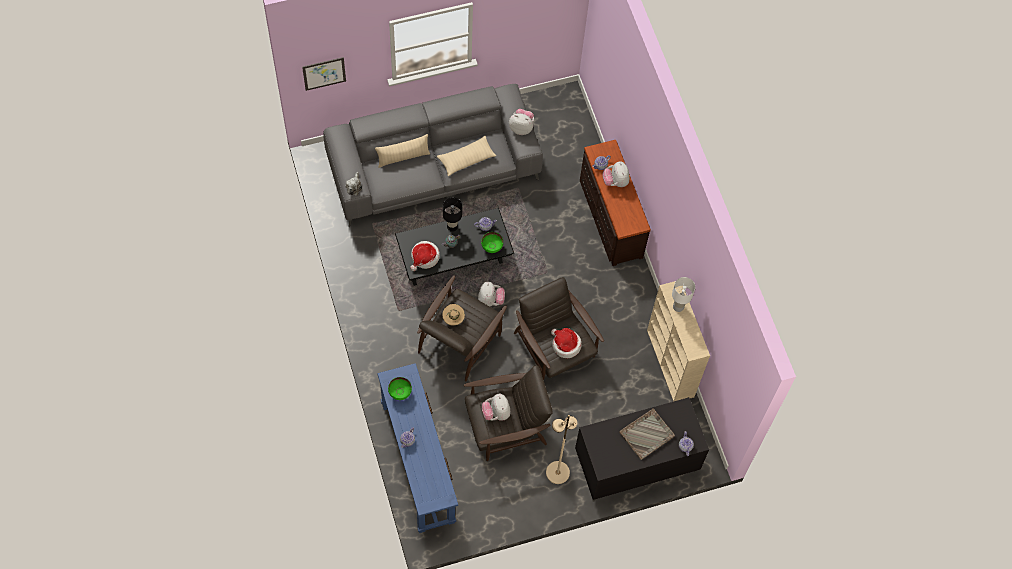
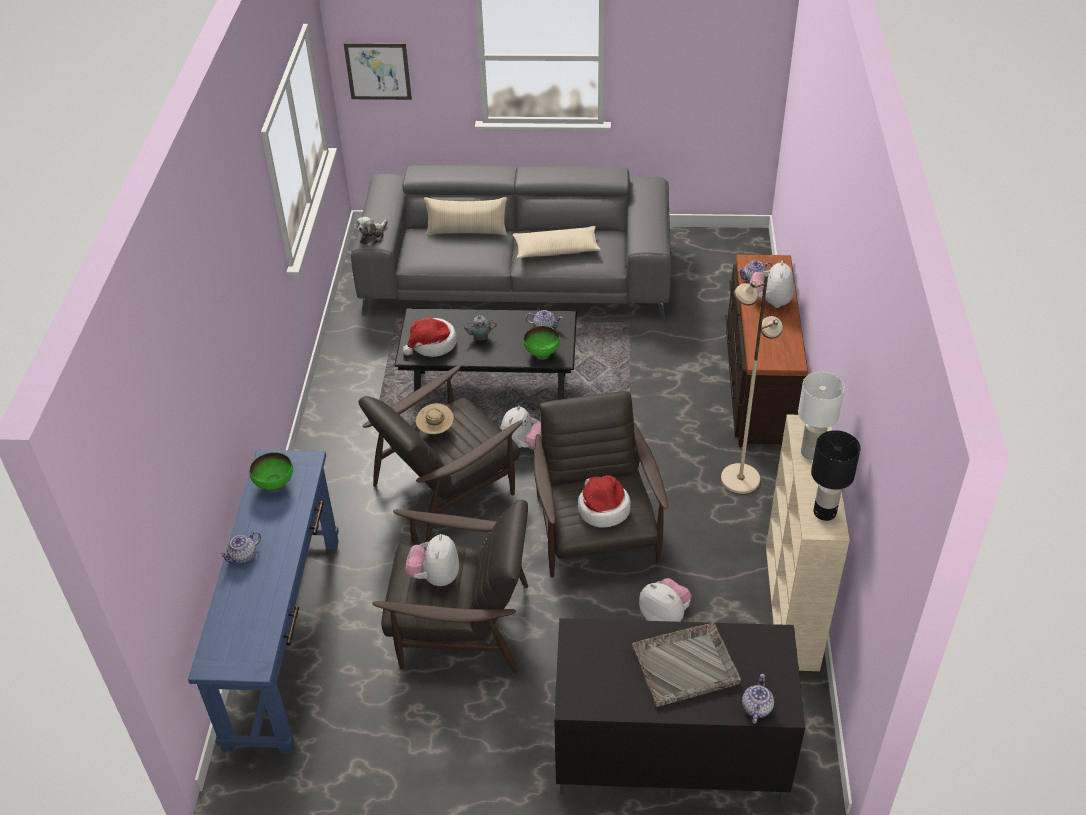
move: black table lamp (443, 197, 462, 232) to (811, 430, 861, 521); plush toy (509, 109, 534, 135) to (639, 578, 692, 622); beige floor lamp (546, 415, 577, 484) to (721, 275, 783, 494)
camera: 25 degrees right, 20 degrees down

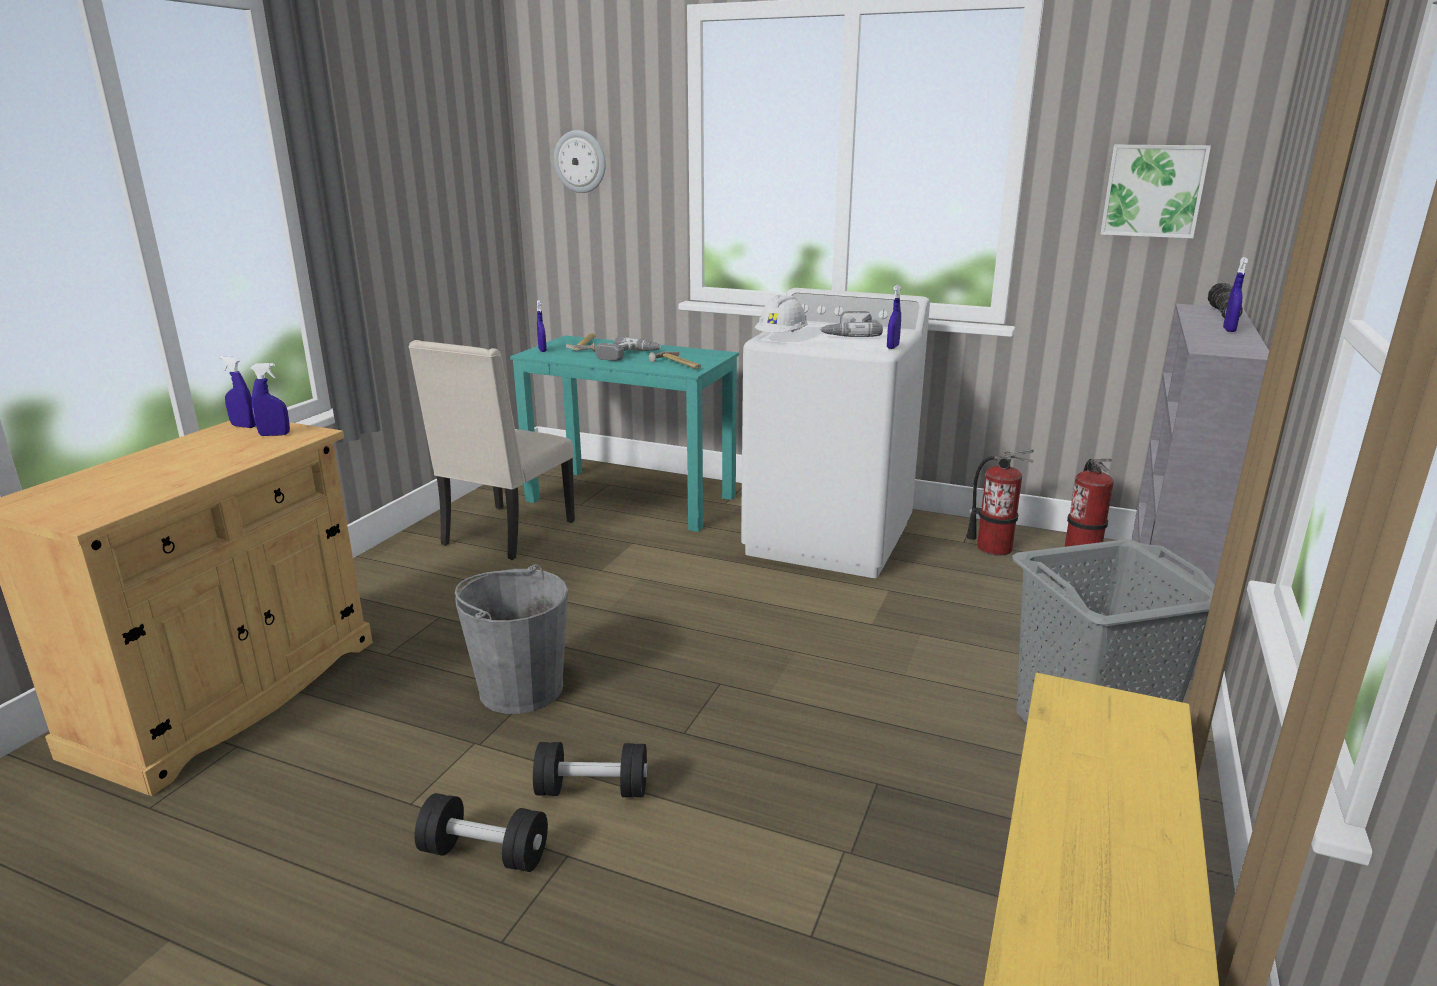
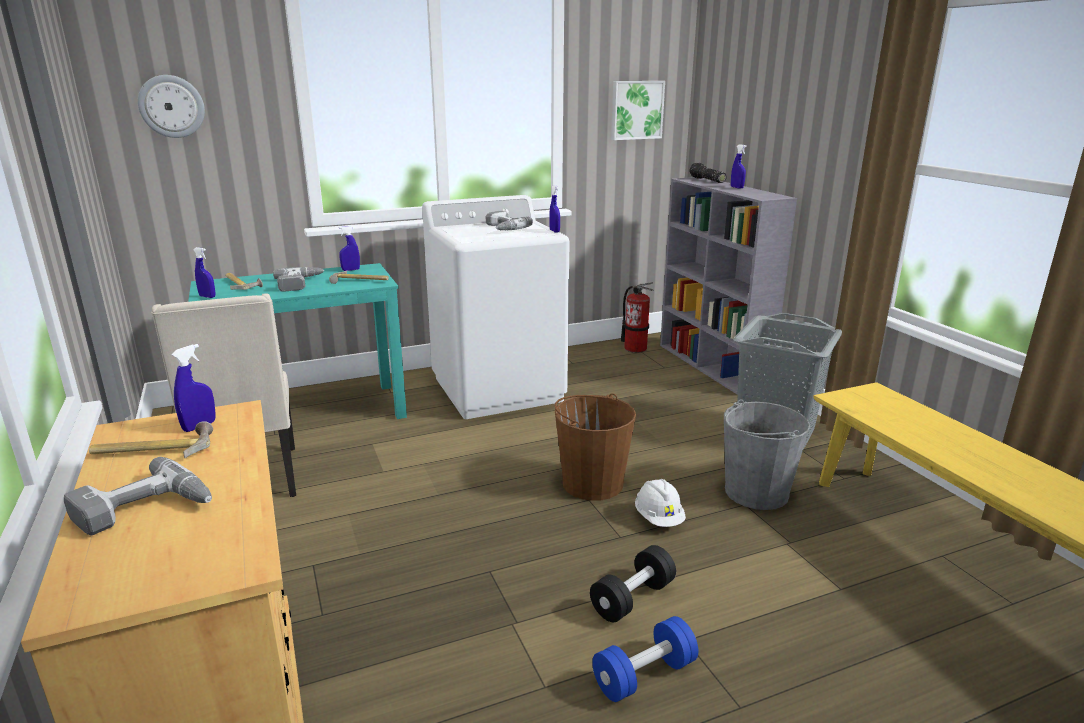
delete: fire extinguisher (967, 449, 1034, 556)
insert: power drill (64, 457, 212, 535); hammer (89, 421, 213, 458); brown bucket (555, 394, 636, 501)
move: blue spray bottle (219, 356, 256, 428) to (339, 226, 360, 271); grey bucket (455, 564, 568, 714) to (724, 399, 810, 510); white hard hat (755, 295, 808, 333) to (635, 479, 686, 527)
recolor: black dumbbell (414, 793, 548, 872) to blue dumbbell (592, 616, 698, 702)
camera: 45 degrees left, 0 degrees up

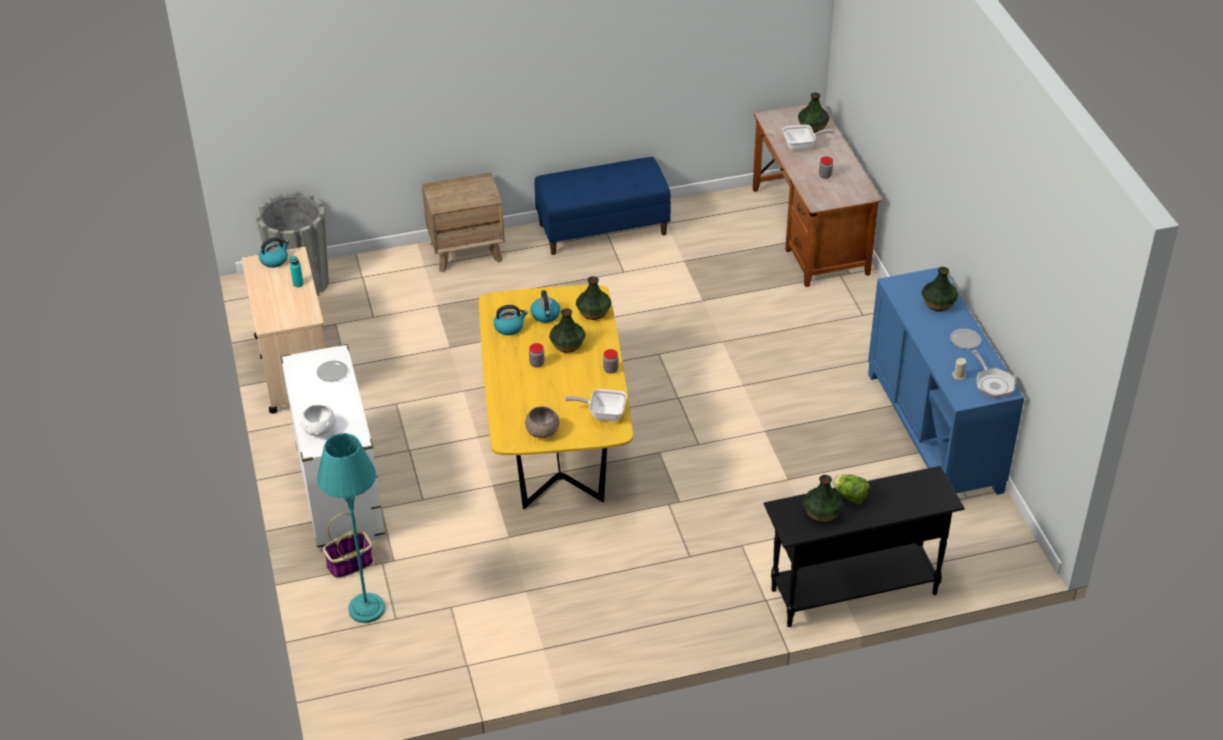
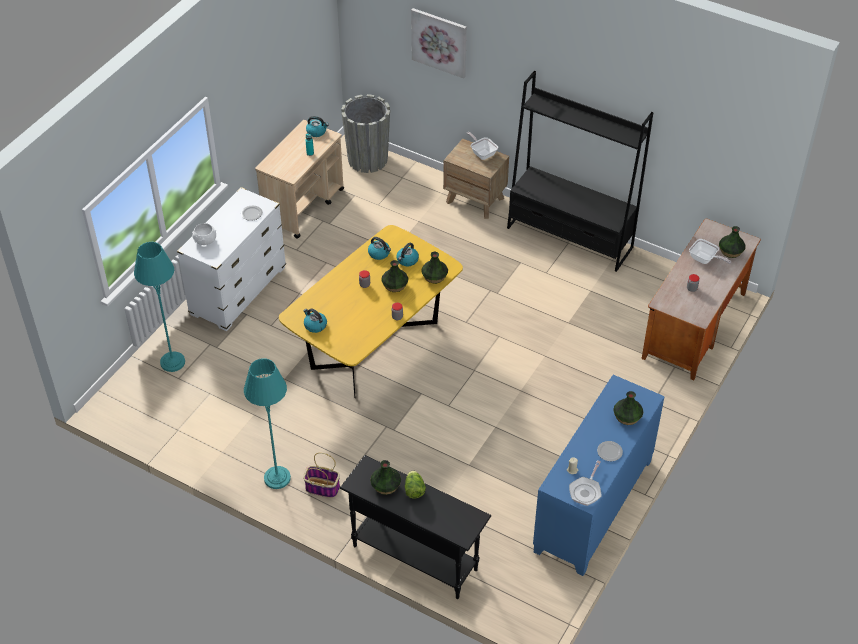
insert: turquoise floor lamp (244, 358, 291, 489); picture (411, 8, 467, 79)
move: basket (323, 513, 373, 578) to (303, 453, 340, 498); frying pan (565, 389, 627, 421) to (467, 132, 498, 160)
replace: grey bowl (525, 406, 559, 438) to kettle (303, 308, 327, 333); blue bench (534, 157, 671, 255) to black bookcase (507, 71, 653, 272)
camera: 45 degrees right, 5 degrees up

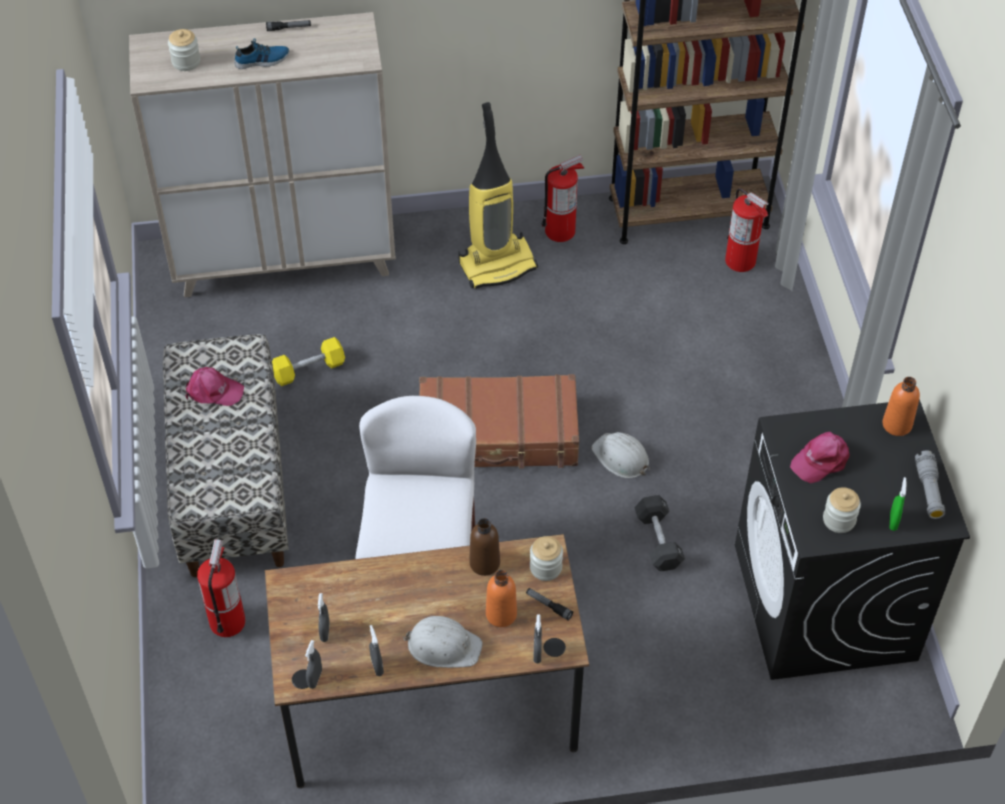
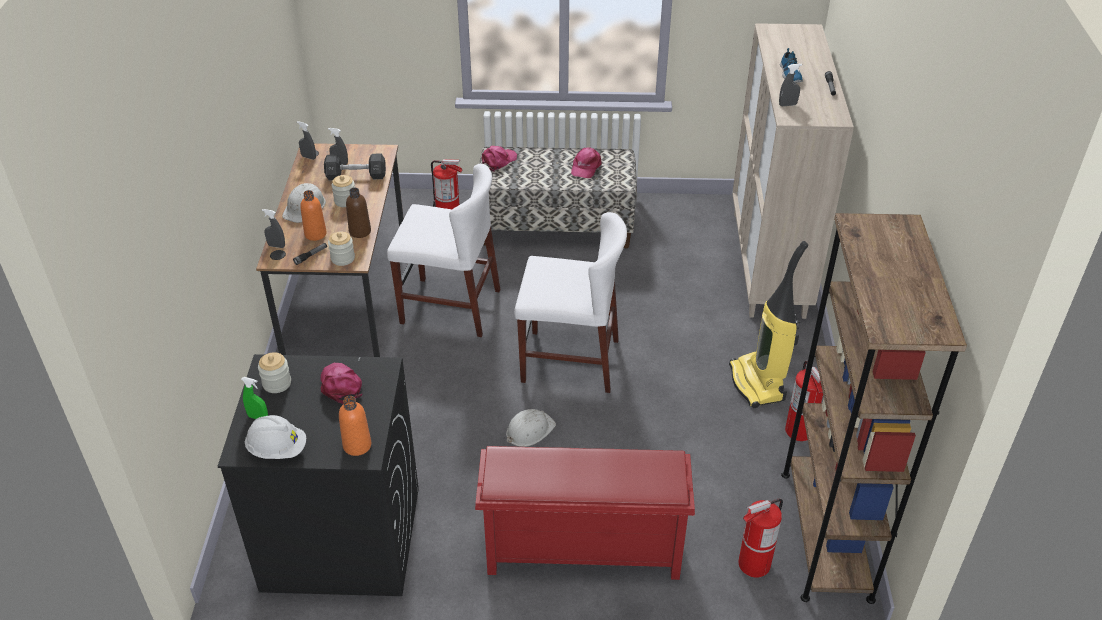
delete: yellow dumbbell (272, 337, 345, 386)
insert: red shoe rack (475, 446, 695, 580); pink cap (482, 146, 517, 172)
move: jar (168, 29, 201, 71) to (331, 175, 355, 207); grey spray bottle (369, 625, 384, 676) to (779, 64, 802, 106); black dumbbell (634, 495, 685, 571) to (324, 154, 386, 180)
replace: brown suitcase (419, 374, 579, 469) to white chair (514, 212, 627, 393); grey flashlight (915, 450, 945, 519) to white hard hat (245, 415, 306, 459)
camera: 100 degrees right, 10 degrees down

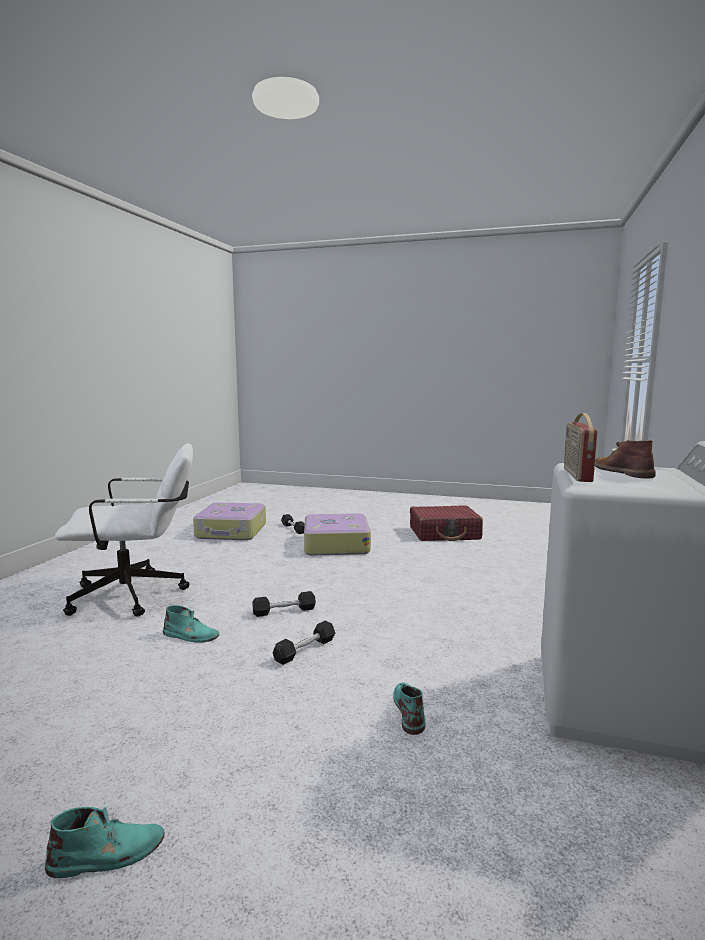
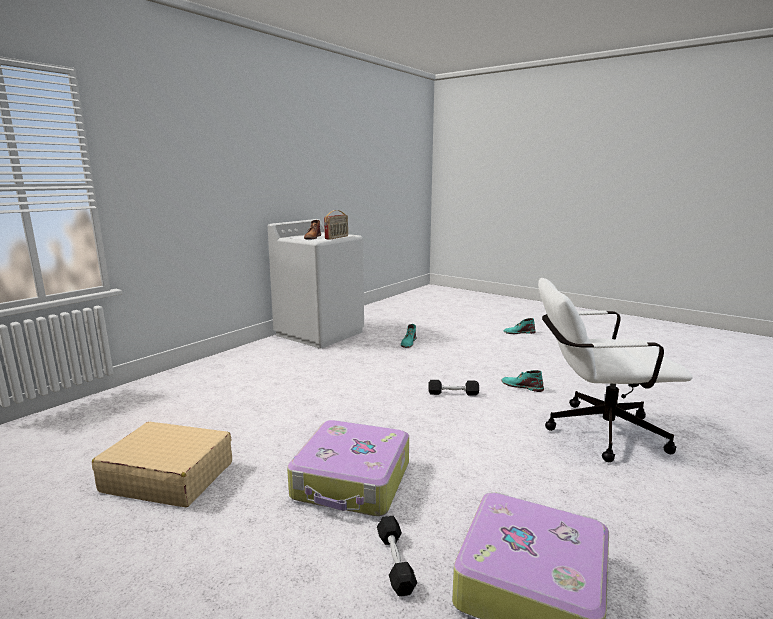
delete: black dumbbell (273, 621, 335, 665)
recolor: red suitcase (410, 505, 483, 541) to beige suitcase (92, 422, 232, 507)
camera: 160 degrees left, 5 degrees up

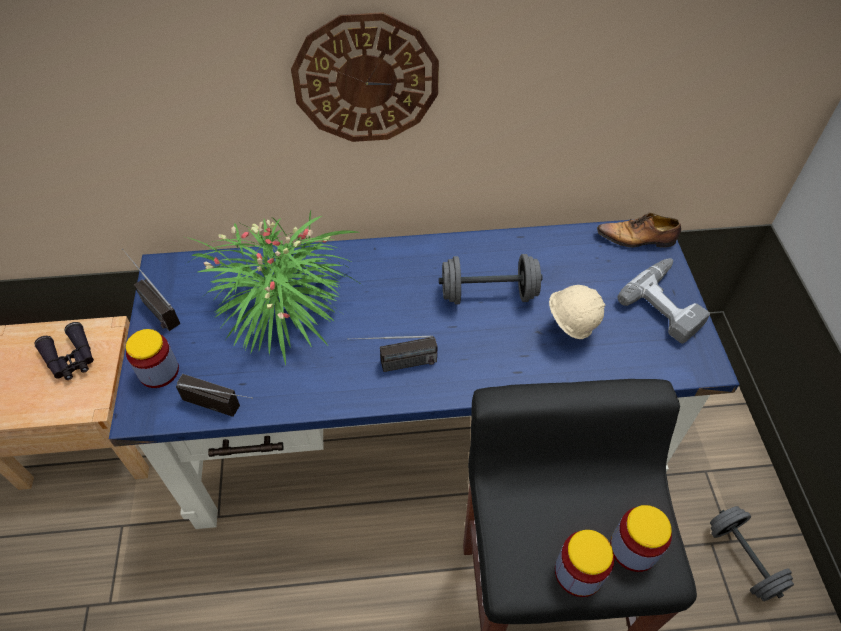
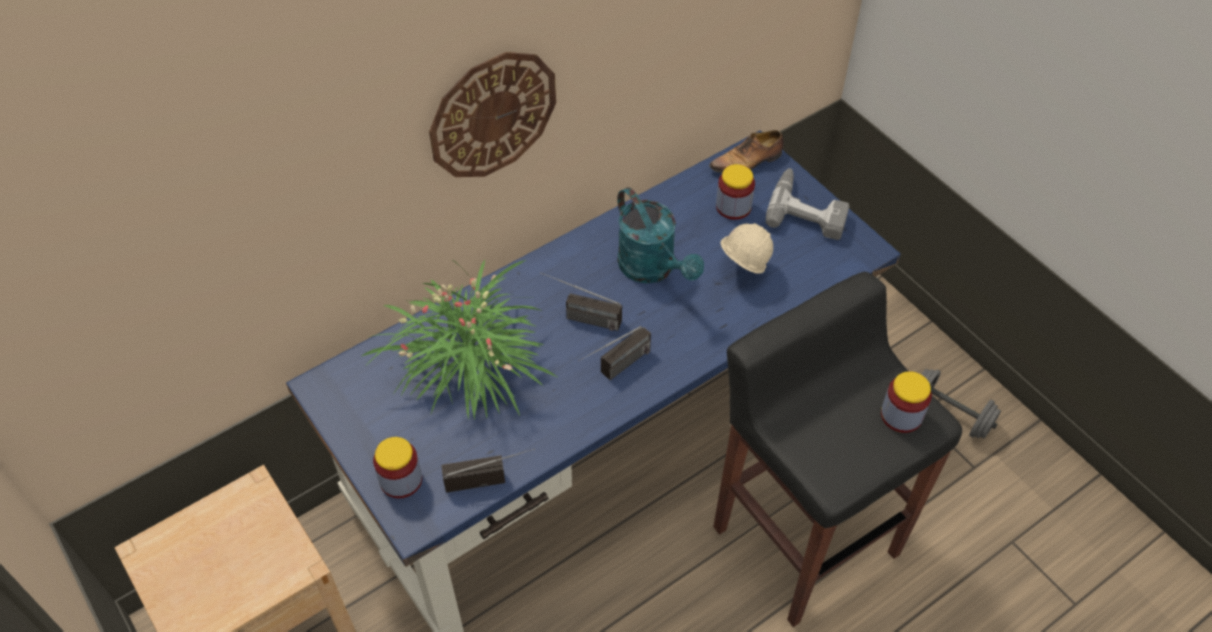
delete: black binoculars (34, 322, 94, 380)
move: radio (122, 249, 180, 331) to (540, 272, 622, 331); jar (555, 530, 614, 597) to (716, 164, 755, 220)
replace: grey dumbbell (439, 254, 543, 304) to turquoise watering can (617, 187, 704, 284)
camera: 30 degrees left, 0 degrees up

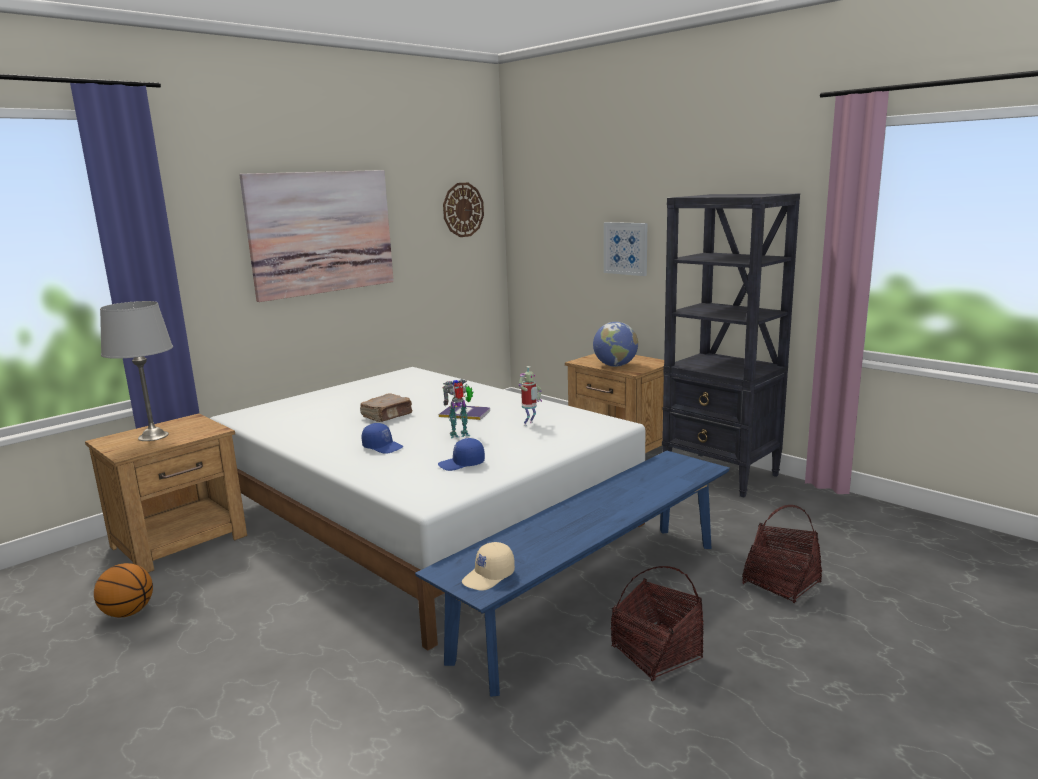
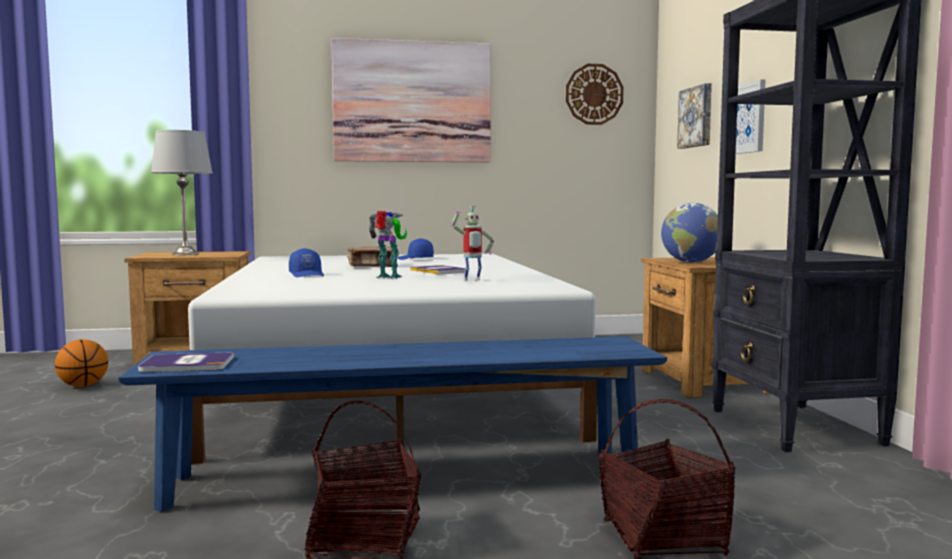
insert: picture (677, 83, 712, 149)
move: blue cap (438, 438, 485, 471) to (398, 238, 434, 260)
replace: beige cap (462, 542, 515, 591) to book (138, 352, 234, 372)
camera: 35 degrees right, 10 degrees down

